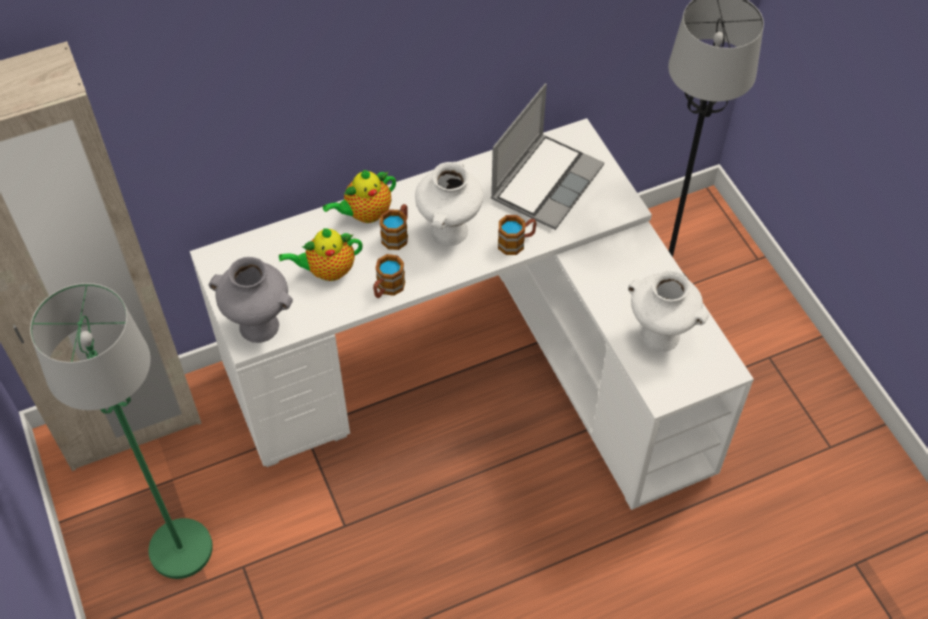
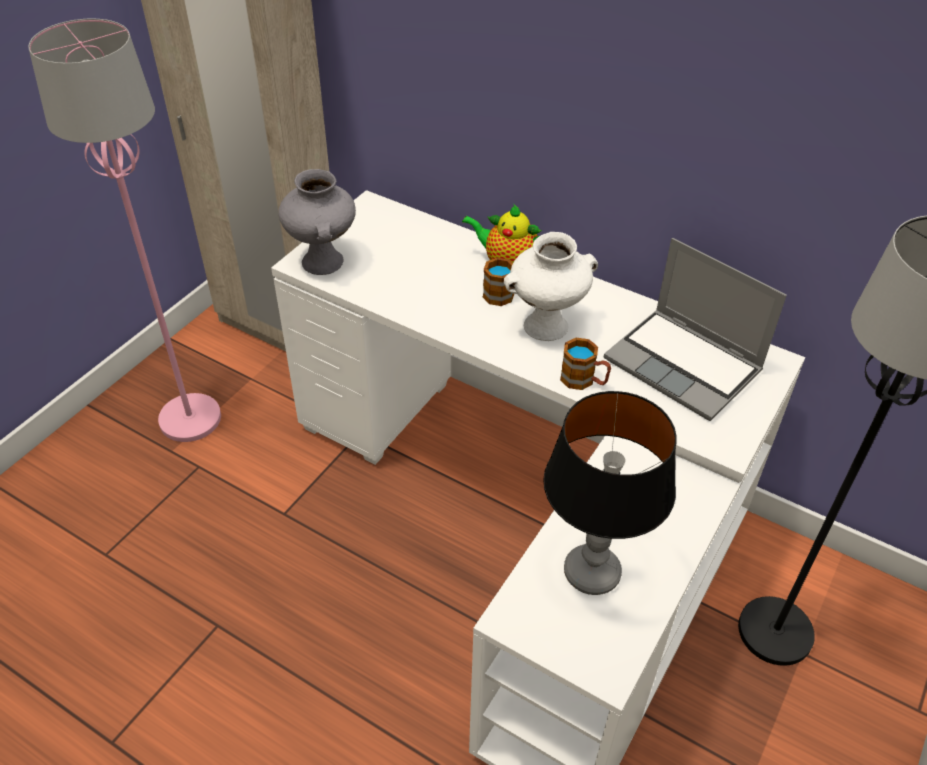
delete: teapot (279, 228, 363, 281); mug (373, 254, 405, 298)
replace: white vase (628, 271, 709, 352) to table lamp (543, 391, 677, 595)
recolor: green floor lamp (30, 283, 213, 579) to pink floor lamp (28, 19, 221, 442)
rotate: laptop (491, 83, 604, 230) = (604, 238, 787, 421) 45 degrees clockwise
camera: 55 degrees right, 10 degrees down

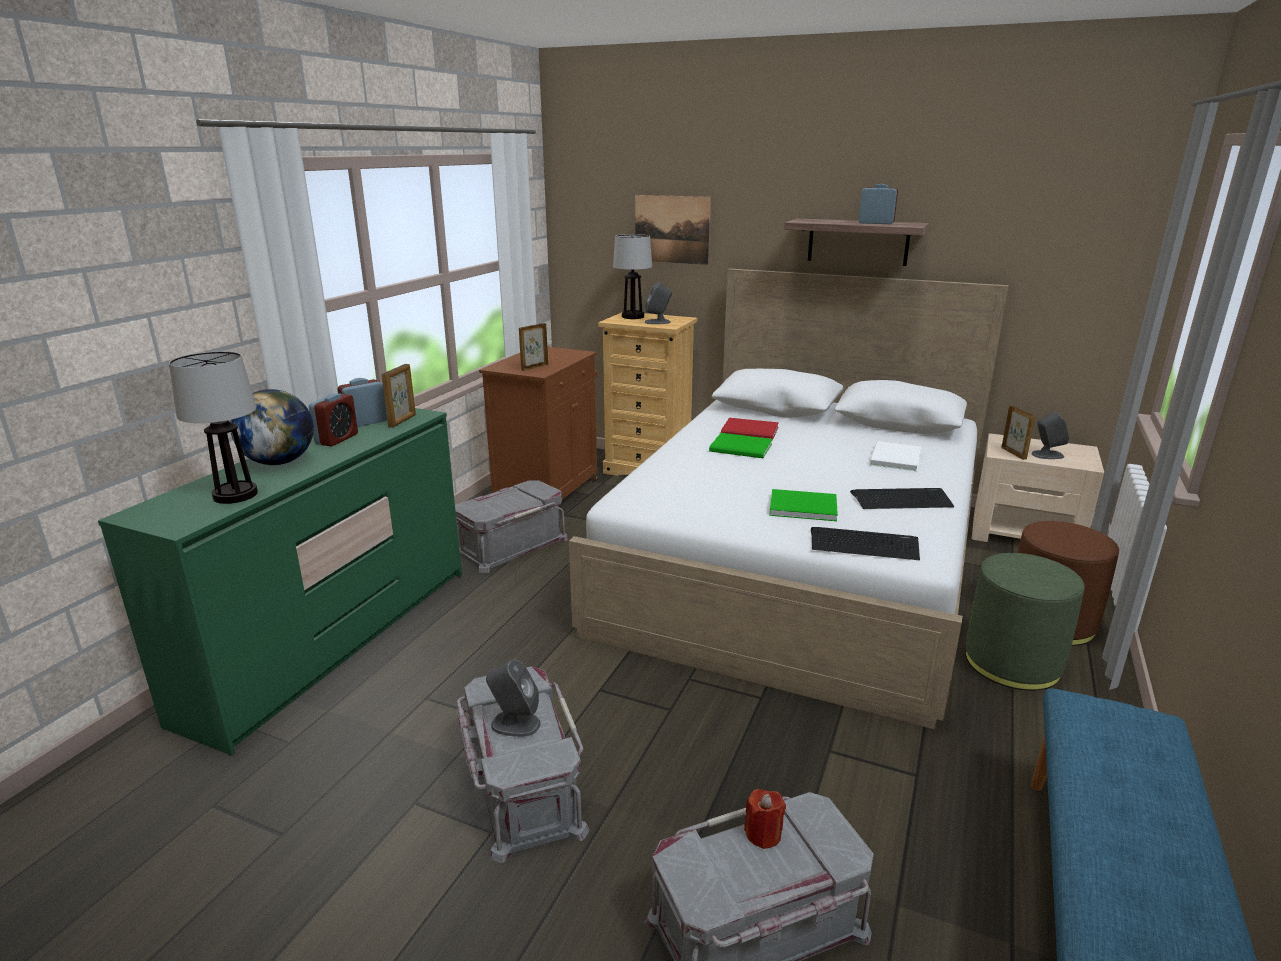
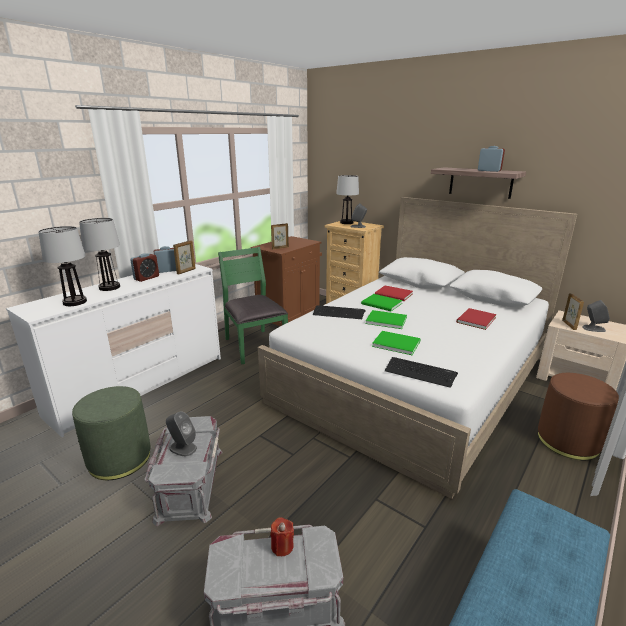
delete: picture (635, 195, 711, 265)
insert: green book (365, 310, 407, 329)
move: keyboard (850, 488, 954, 509) to (313, 305, 366, 319); green ottoman (965, 553, 1085, 691) to (72, 386, 151, 480)
replace: globe (230, 389, 314, 465) to table lamp (79, 218, 120, 291); grey storage box (455, 480, 568, 573) to green chair (218, 247, 288, 364)
recolor: green dresser (98, 408, 462, 756) to white dresser (6, 264, 221, 437); white book (869, 441, 921, 472) to red book (456, 308, 497, 330)
camera: 15 degrees right, 0 degrees up

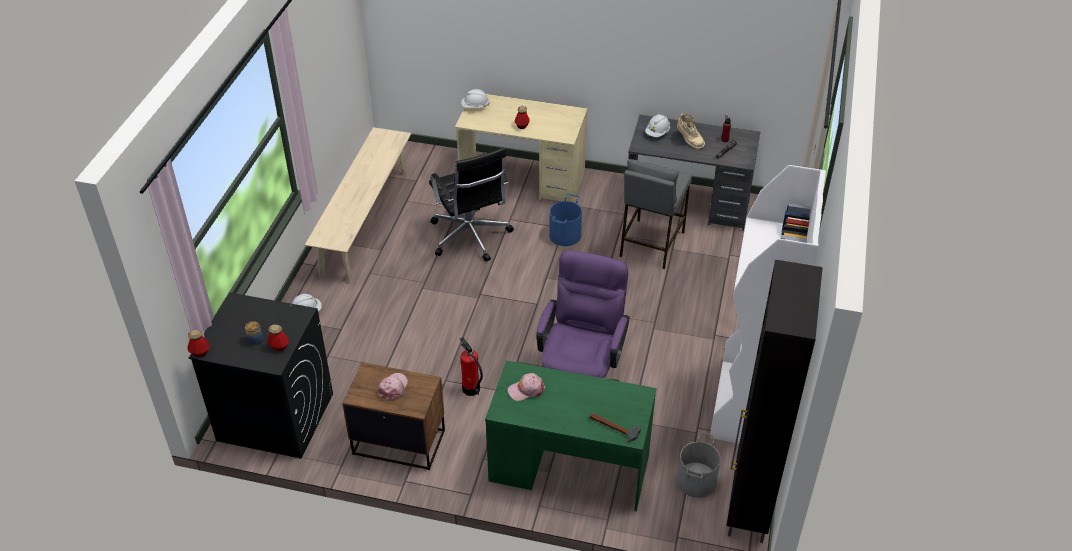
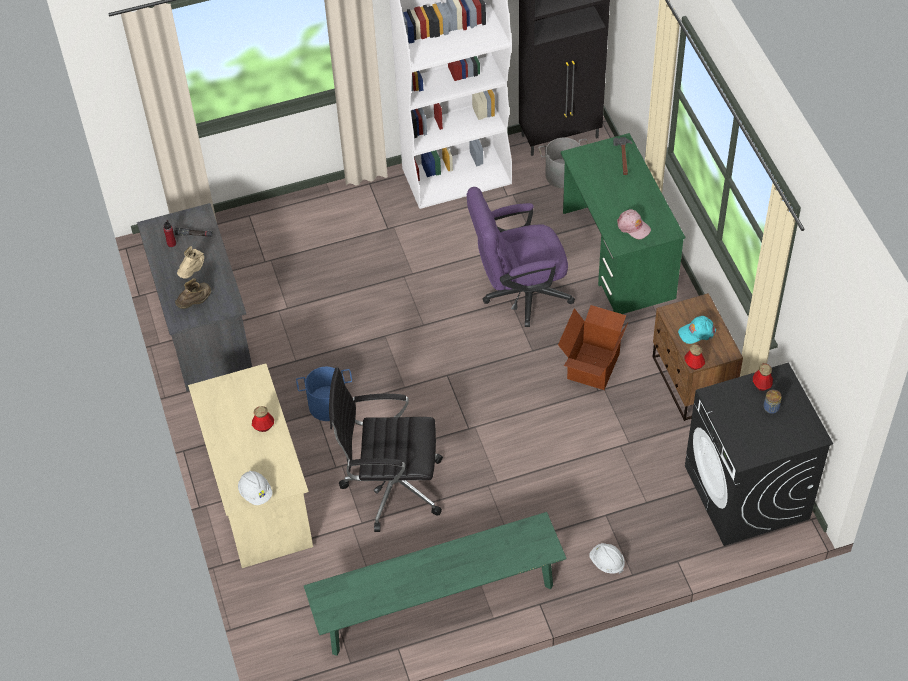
delete: grey stool (619, 159, 692, 269)
move: bottle (187, 330, 210, 357) to (684, 344, 705, 370)
replace: fire extinguisher (460, 337, 483, 396) to cardboard box (558, 305, 628, 390); white hard hat (645, 114, 670, 137) to brown boot (175, 279, 211, 309)
recolor: beige bench (305, 127, 411, 282) to green bench (304, 512, 566, 656); pink cap (377, 373, 408, 401) to turquoise cap (678, 316, 716, 344)
rotate: black office chair (429, 147, 514, 261) = (329, 367, 443, 532) 120 degrees counterclockwise
camera: 120 degrees left, 10 degrees up

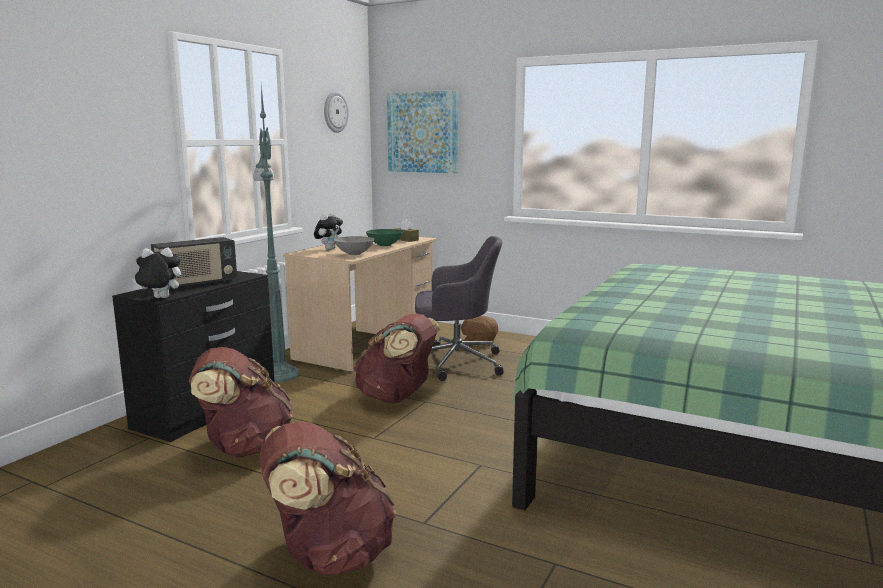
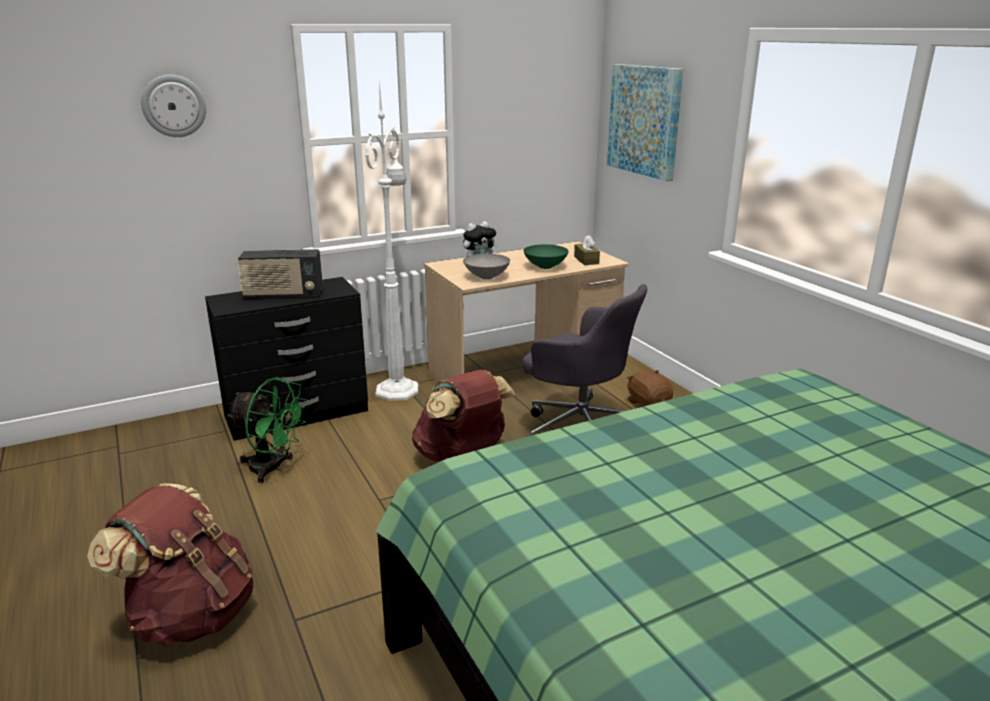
delete: plush toy (132, 247, 181, 298)
move: wall clock (324, 91, 349, 133) to (141, 75, 206, 137)
replace: brown backpack (189, 347, 293, 457) to green fan (227, 377, 308, 483)
recolor: green floor lamp (253, 86, 300, 382) to white floor lamp (365, 81, 418, 401)
camera: 35 degrees right, 10 degrees up

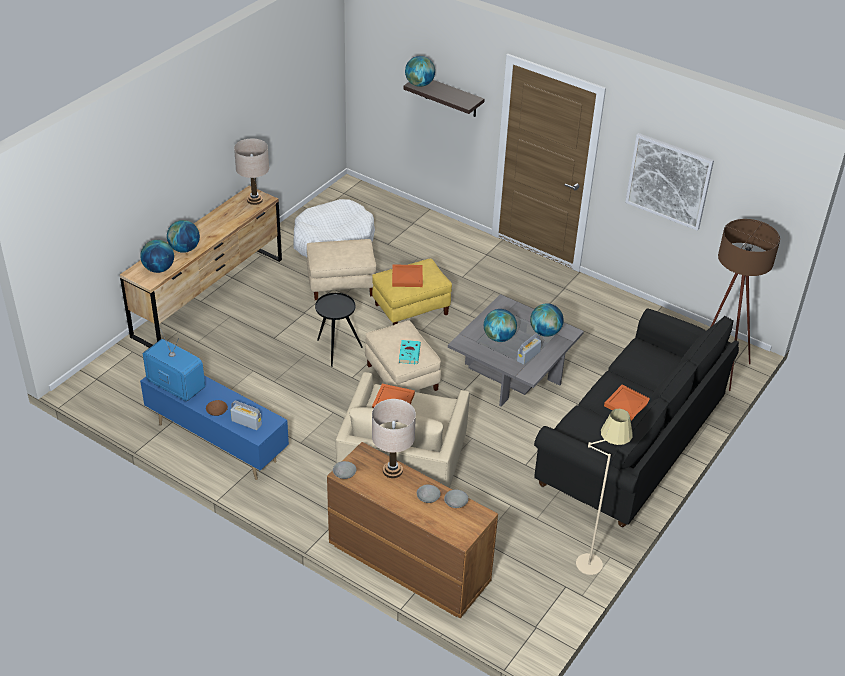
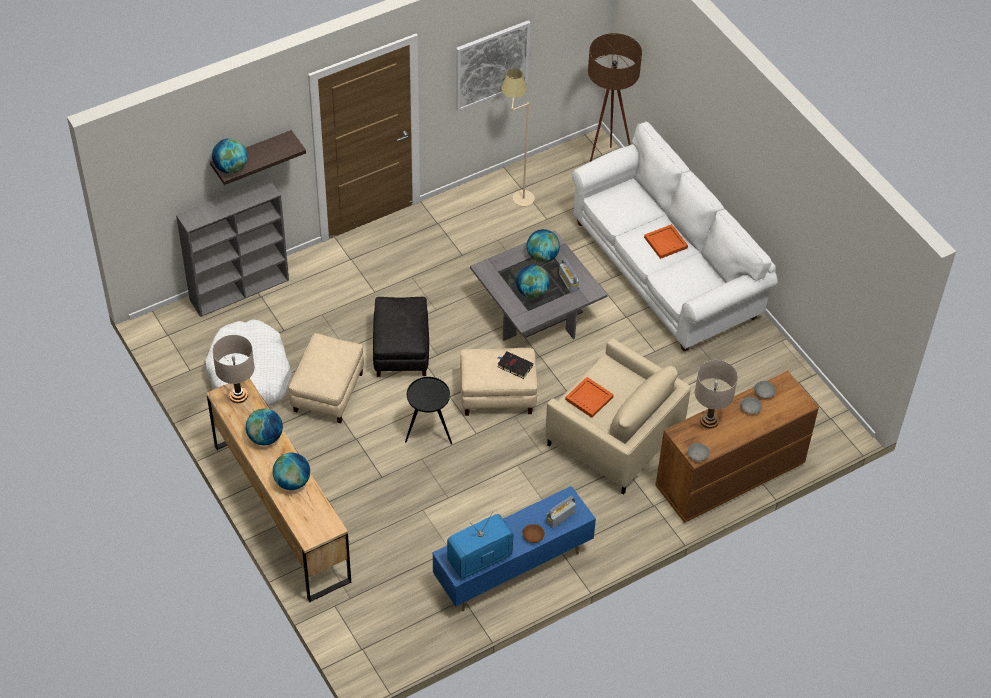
delete: orange tray (392, 264, 423, 287)
insert: grey bookcase (176, 178, 289, 317)
move: globe (140, 240, 174, 273) to (246, 409, 283, 445); beige floor lamp (576, 409, 633, 575) to (501, 68, 535, 207)
recolor: yellow ottoman (372, 259, 452, 325) to black ottoman (373, 297, 429, 377); turquoise book (399, 340, 421, 364) to black book (498, 352, 533, 379); black sofa (534, 308, 739, 527) to white sofa (571, 122, 778, 351)
camera: 65 degrees left, 10 degrees up

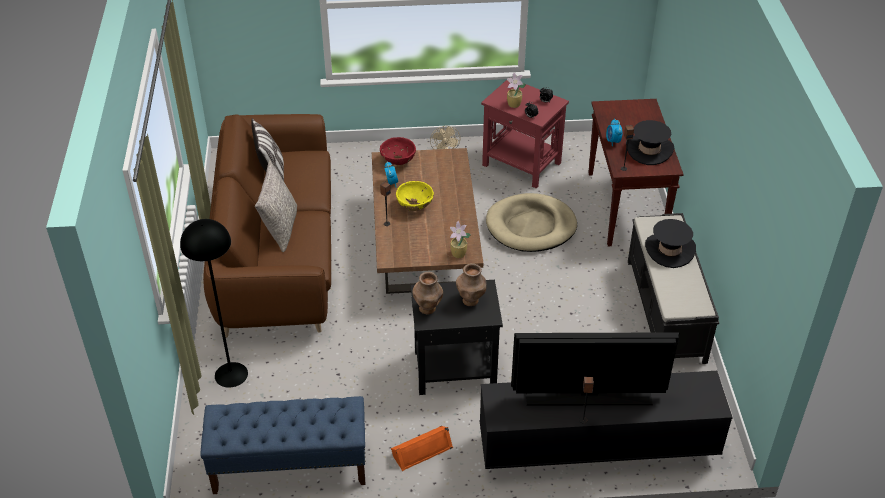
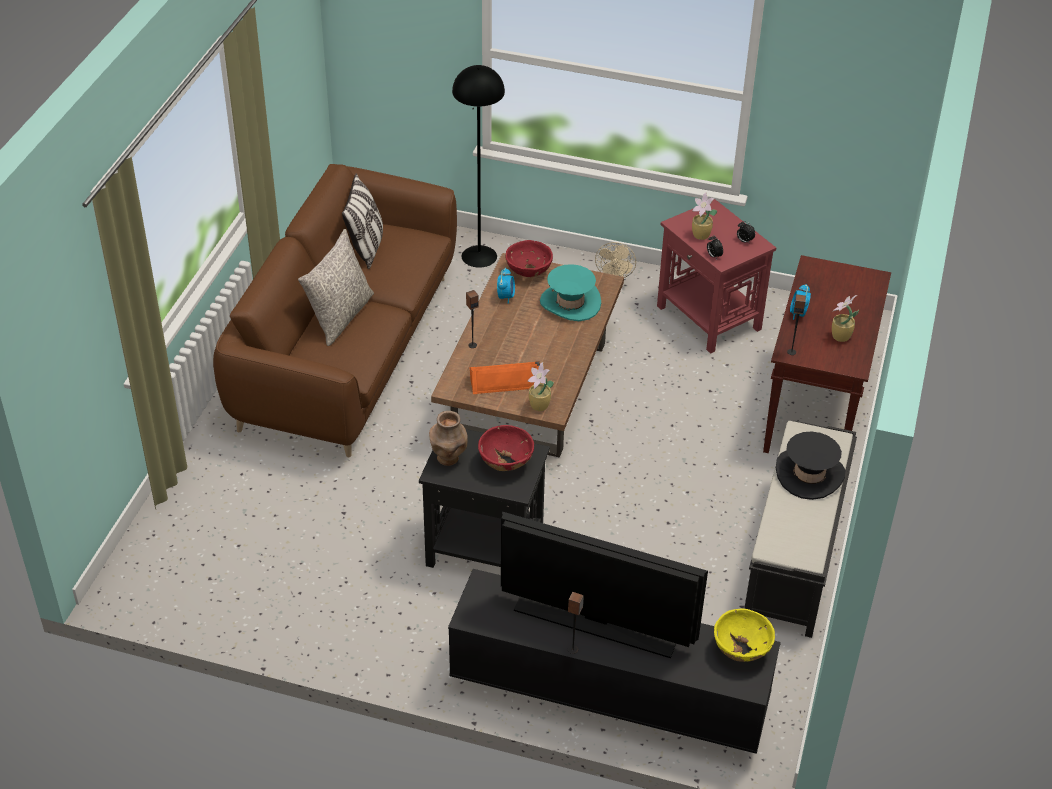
delete: blue bench (200, 396, 365, 494); beige dog bed (486, 193, 577, 252)
insert: turquoise hat (540, 264, 601, 321)
move: black floor lamp (180, 219, 248, 388) to (452, 65, 505, 268); orange speaker (391, 426, 453, 471) to (469, 361, 540, 394); yellow bowl (396, 181, 434, 211) to (714, 608, 775, 662)
replace: brown vase (456, 263, 487, 306) to red bowl (478, 425, 534, 471); black hat (626, 120, 674, 165) to potted plant (832, 295, 859, 342)
camera: 20 degrees right, 0 degrees up

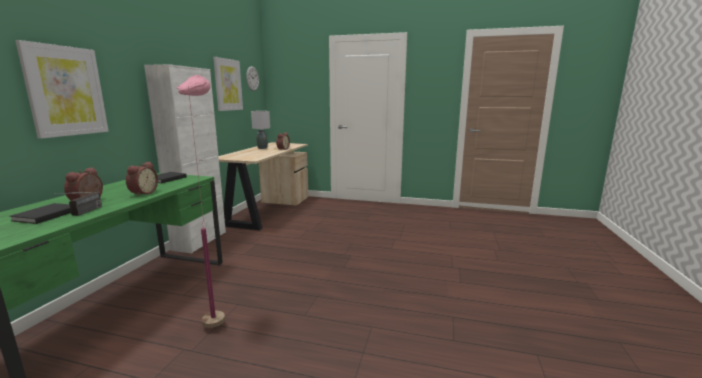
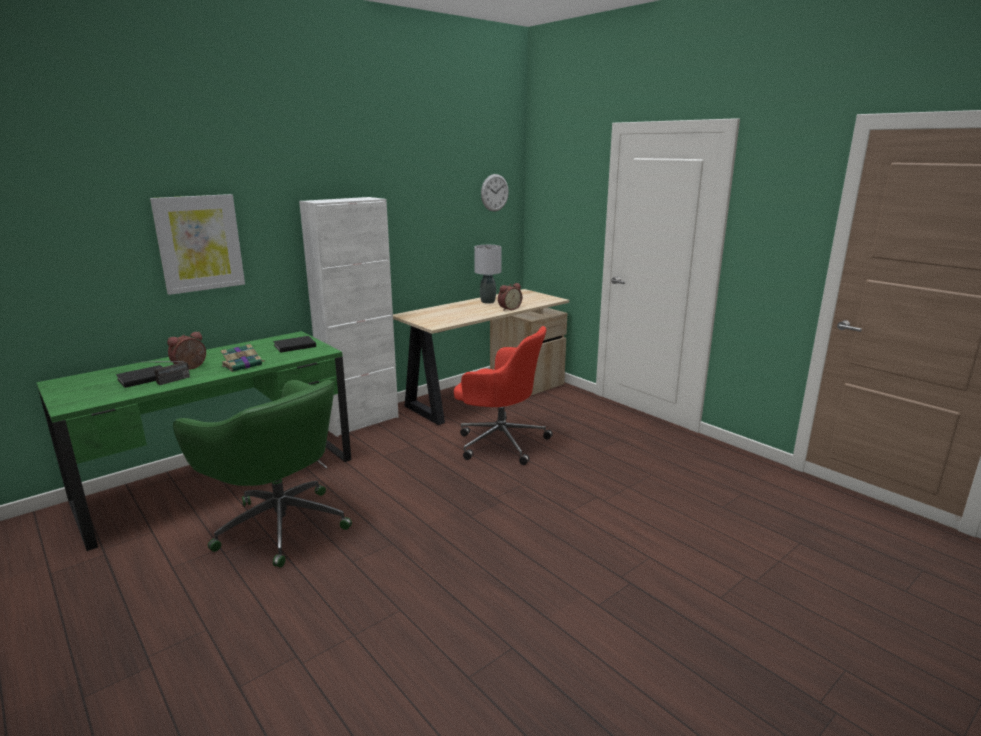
delete: picture (213, 57, 243, 111)
insert: red office chair (454, 326, 553, 465)
replace: alarm clock (126, 162, 158, 197) to book (221, 344, 264, 372); pink floor lamp (177, 75, 225, 328) to green office chair (173, 380, 352, 568)
camera: 35 degrees right, 5 degrees up

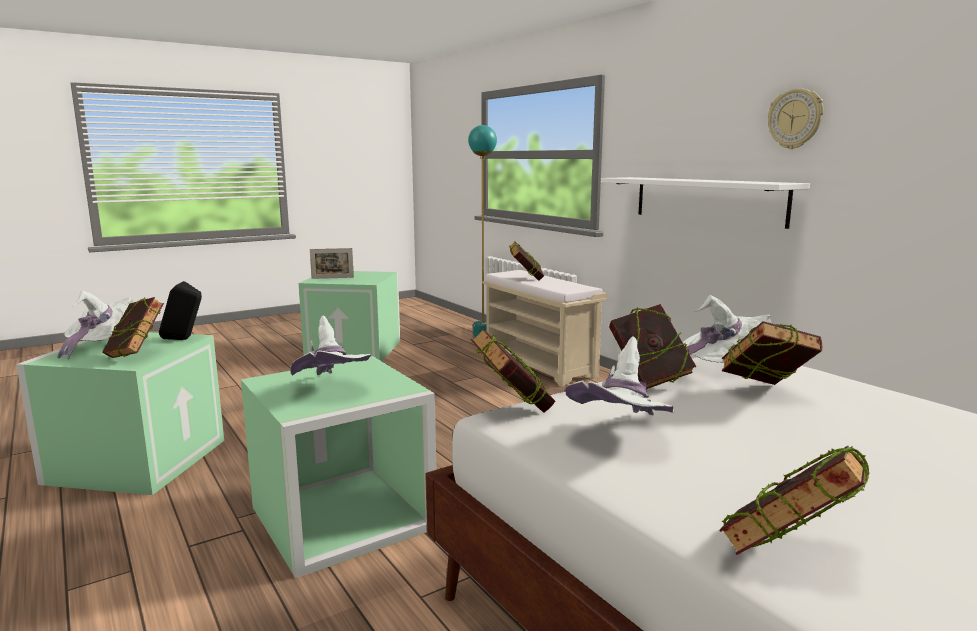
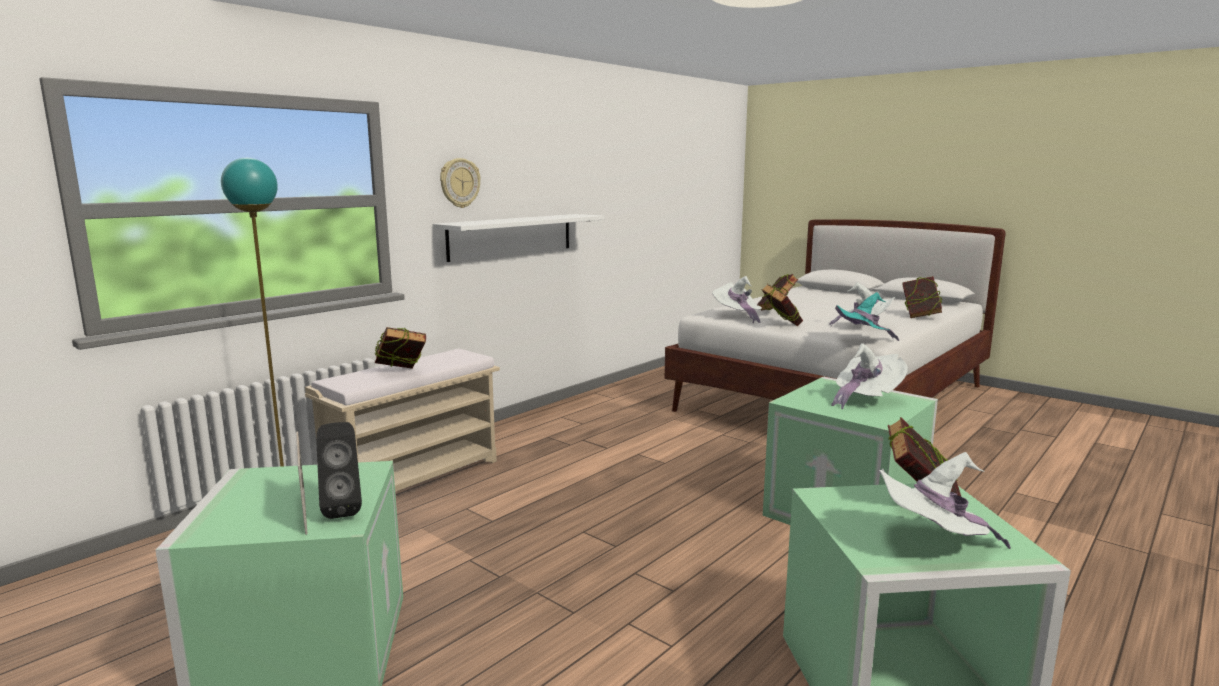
move: black speaker (159, 281, 202, 340) to (316, 422, 362, 519); wall clock (768, 88, 824, 149) to (440, 158, 481, 208)
replace: book (471, 328, 556, 413) to turquoise hat (835, 292, 899, 341)
camera: 105 degrees left, 0 degrees up

